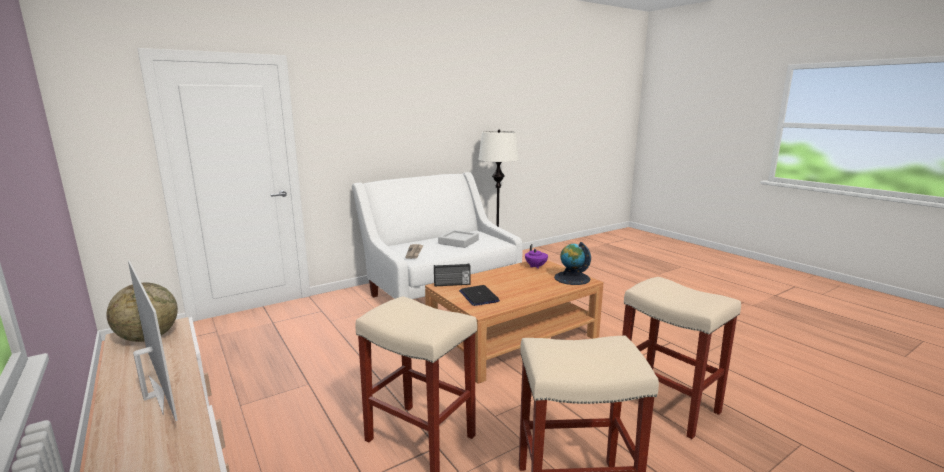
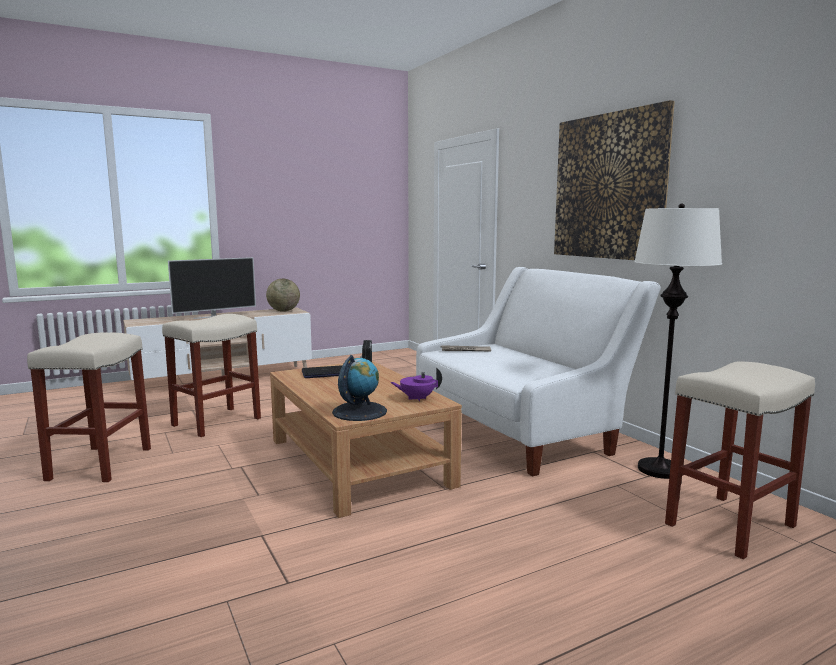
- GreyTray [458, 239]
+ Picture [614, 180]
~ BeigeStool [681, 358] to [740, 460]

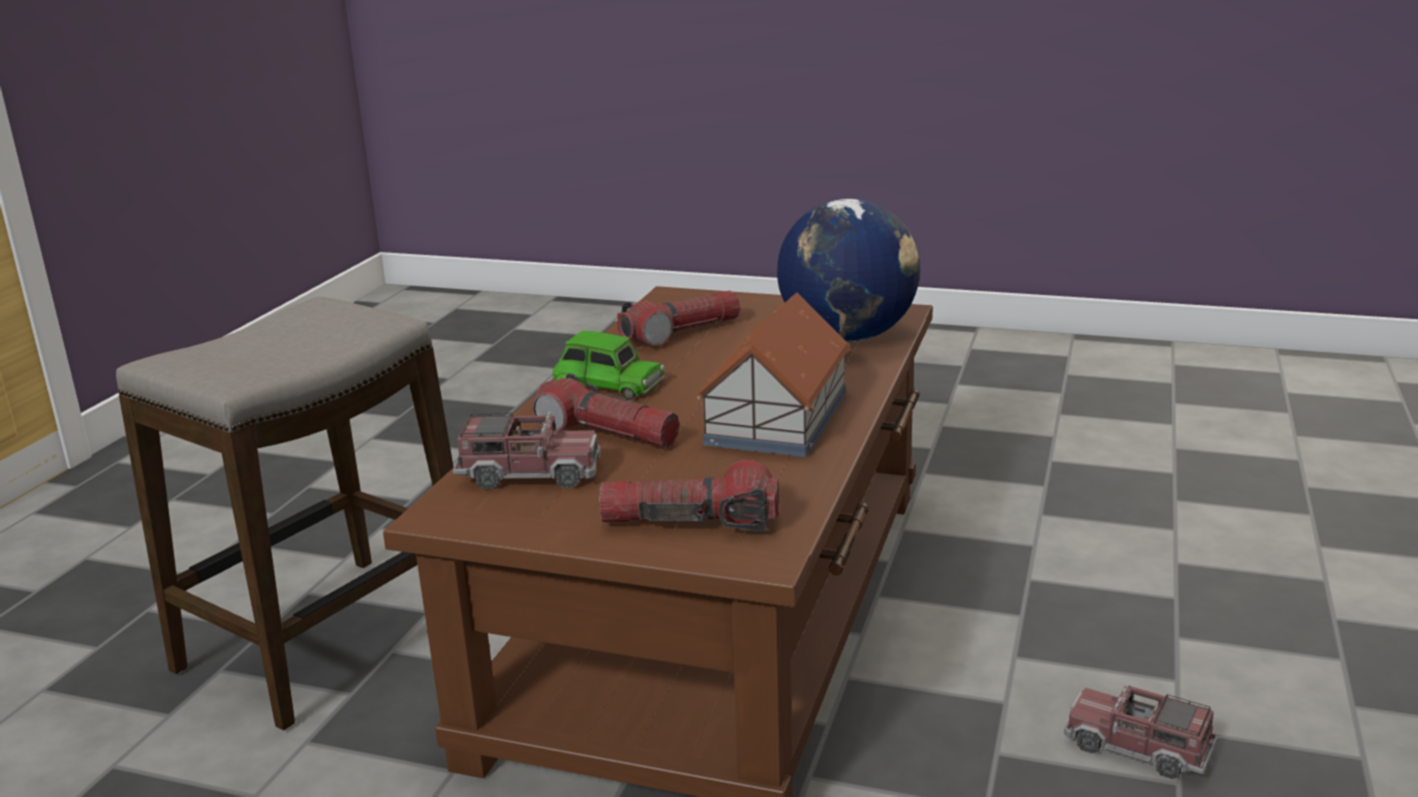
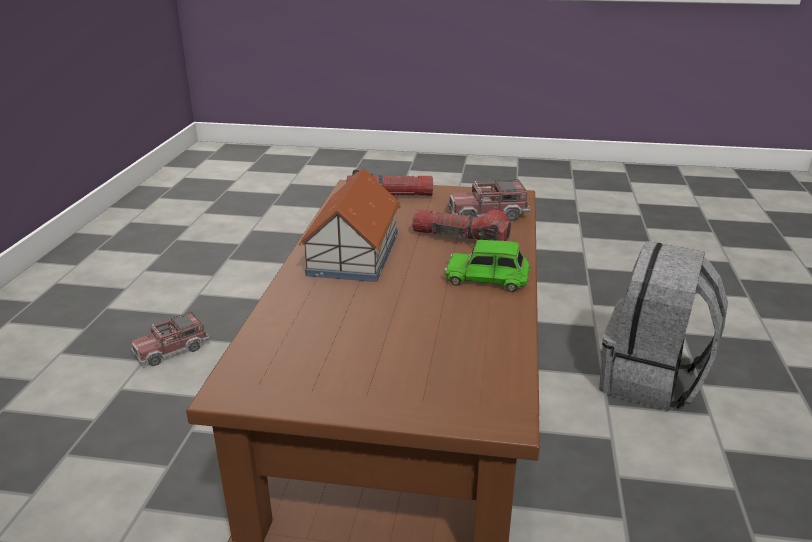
- Flashlight [678, 318]
- Globe [848, 270]
~ Stool [285, 513] to GreyBackpack [663, 326]
~ ToyTruck [1141, 731] = [170, 339] 120 degrees clockwise

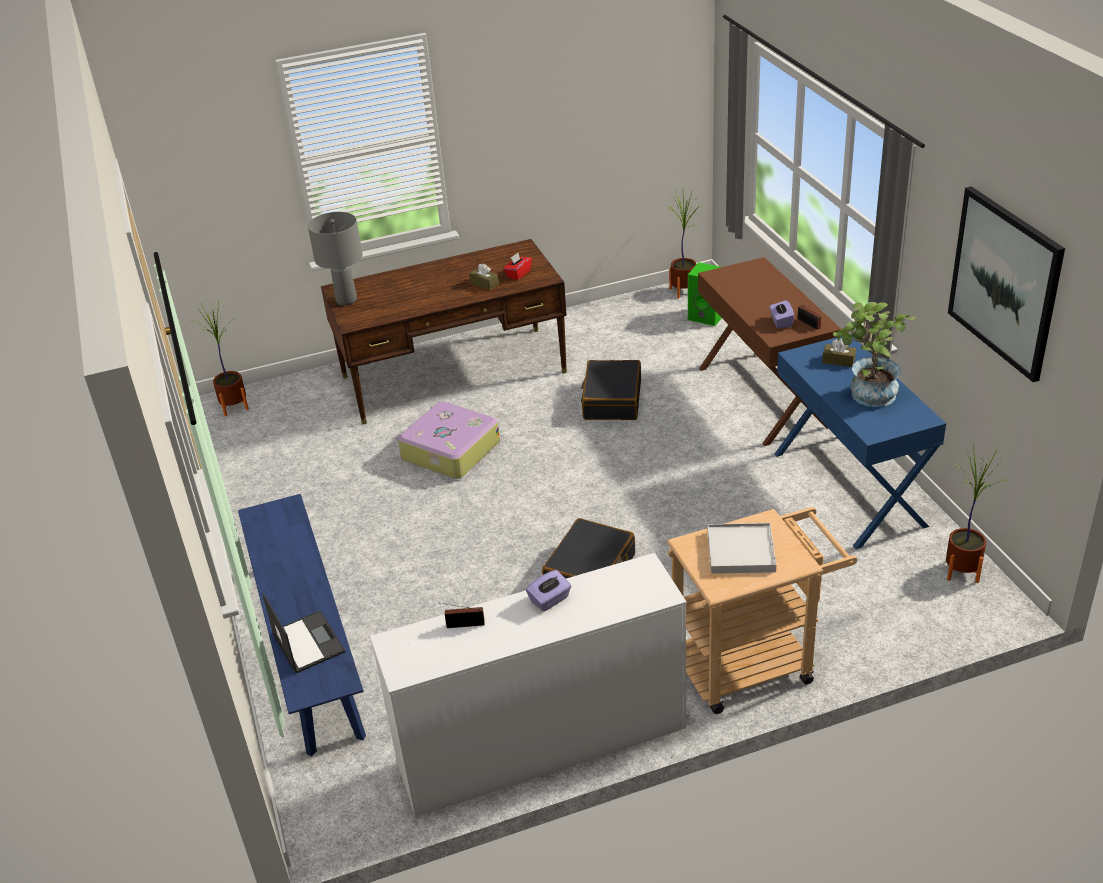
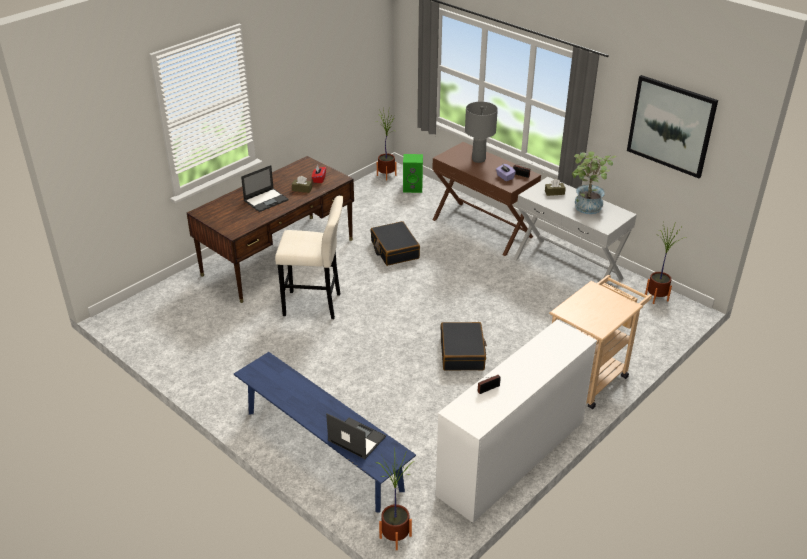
- PurpleTissueBox [548, 591]
- WhiteTray [741, 548]
+ Laptop [265, 188]
~ PottedPlant [221, 357] to [395, 501]
~ GreyTableLamp [335, 259] to [481, 132]
~ Suitcase [449, 440] to BeigeStool [309, 257]
~ BlueConsoleTable [860, 441] to WhiteConsoleTable [575, 228]

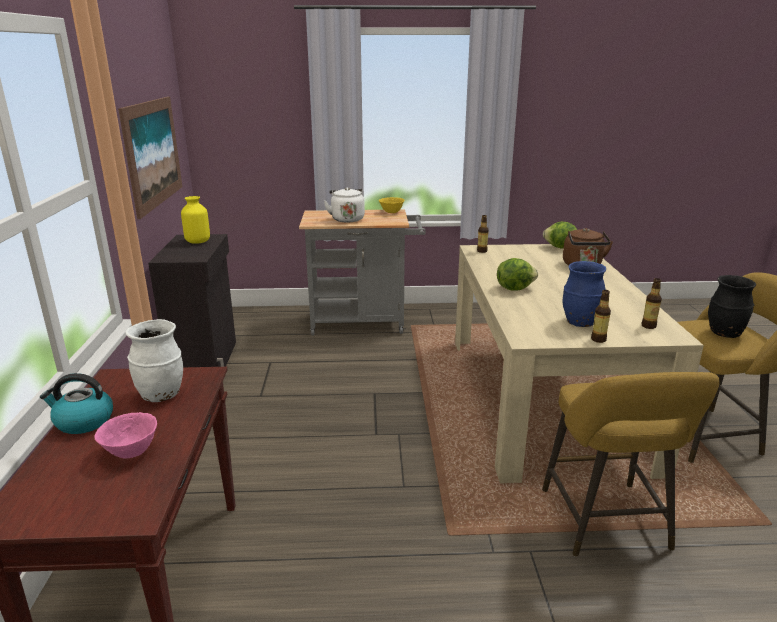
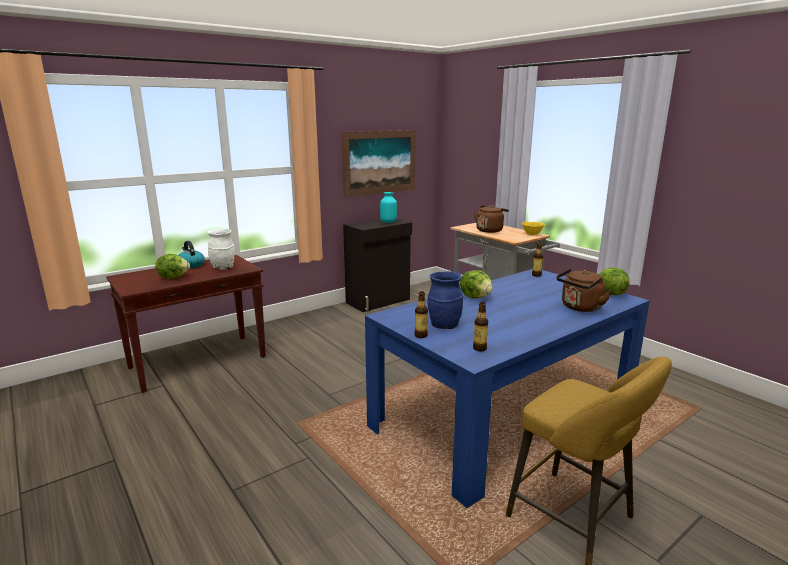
- YellowStool [631, 464]
- BlackVase [732, 306]
~ PinkBowl [125, 435] to Lettuce [172, 266]
~ YellowVase [195, 220] to TurquoiseVase [388, 207]
~ WhiteKettle [344, 204] to BrownKettle [491, 219]
~ BeigeDiningTable [579, 363] to BlueDiningTable [507, 388]

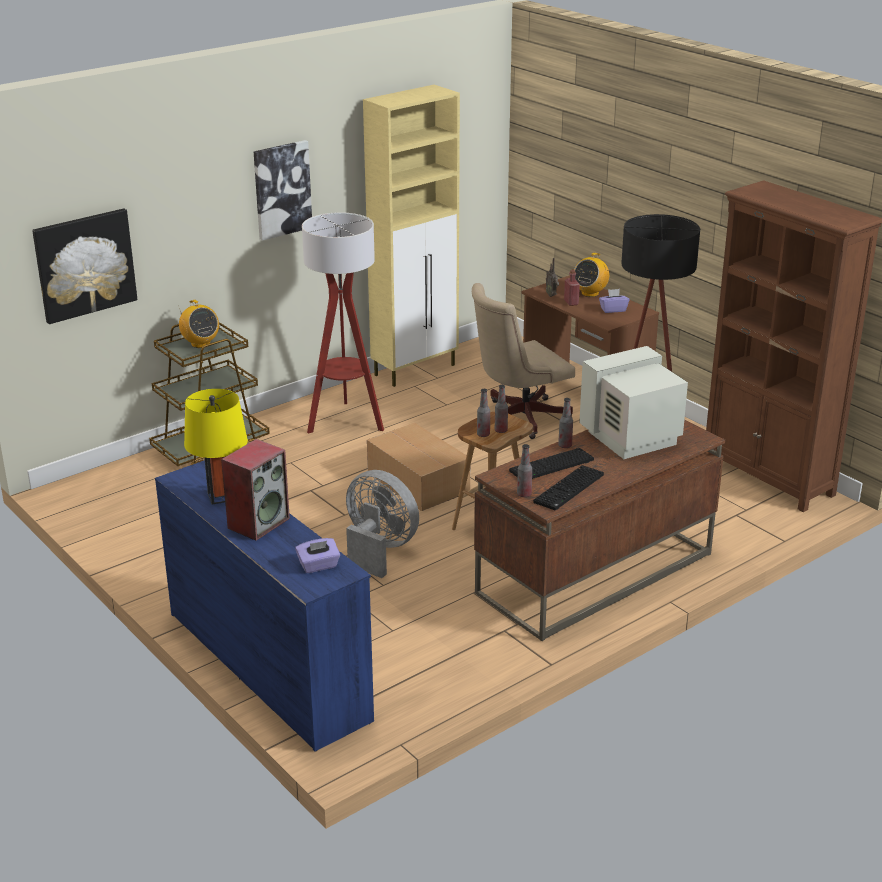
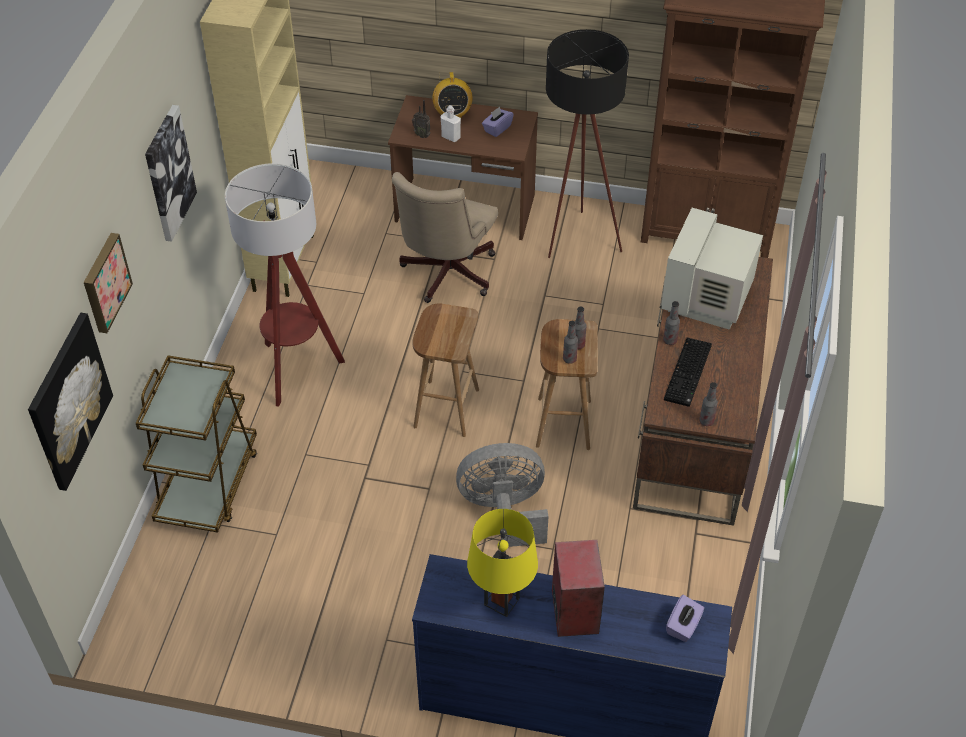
- Radio [198, 324]
- Keyboard [568, 487]
+ Picture [108, 283]
~ CardboardBox [418, 467] to BrownStool [446, 370]
~ RedBottle [572, 287] to WhiteBottle [451, 123]

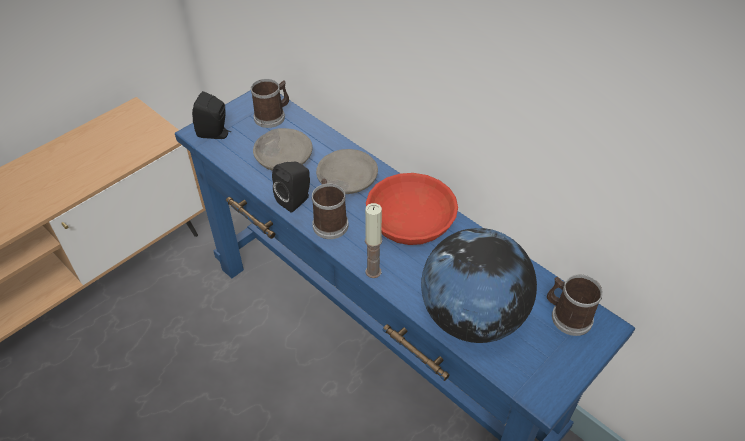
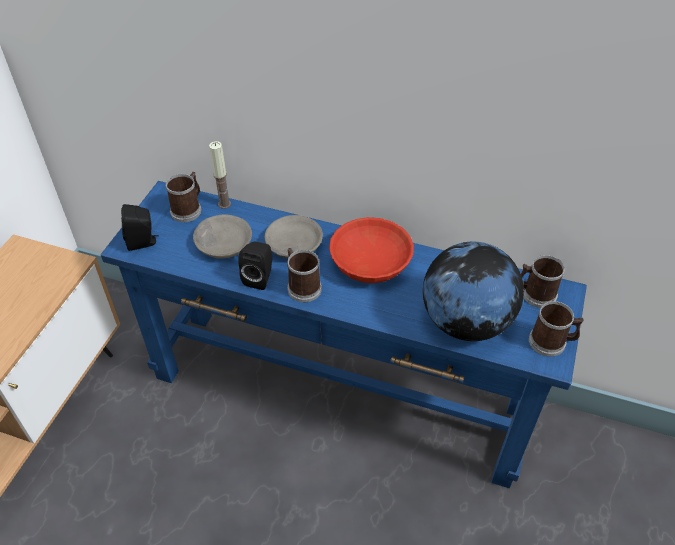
+ Mug [556, 329]
~ Candle [373, 240] to [220, 175]

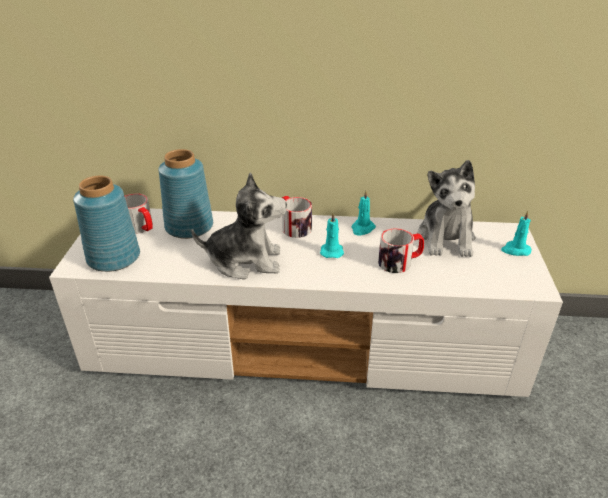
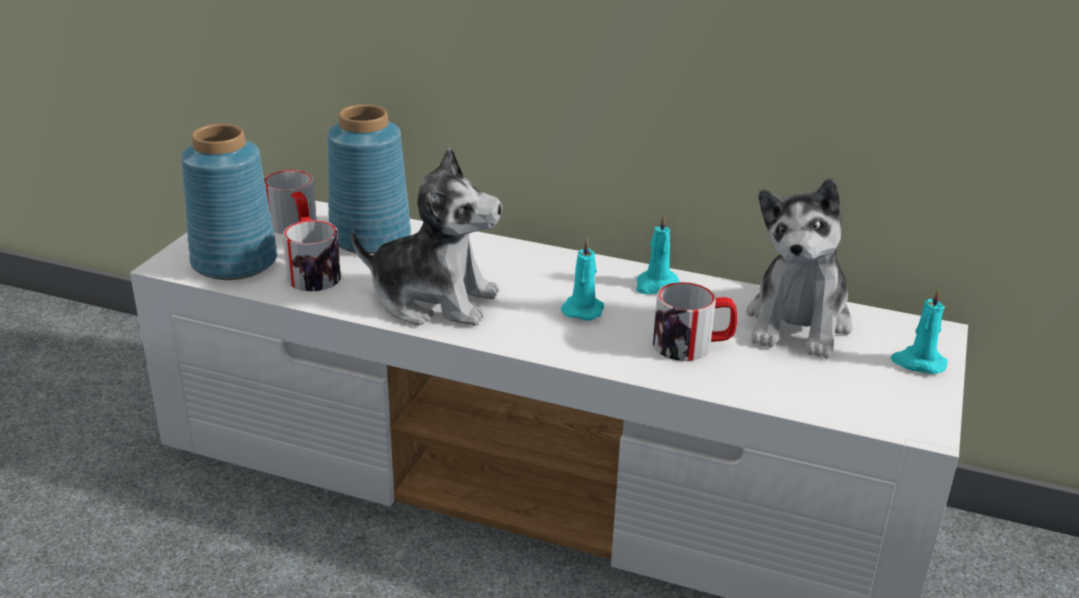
~ Mug [297, 217] to [312, 254]

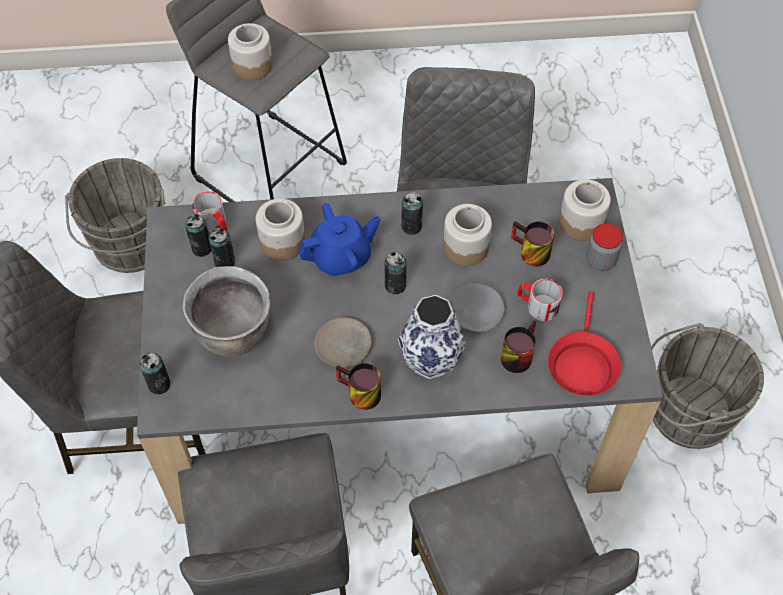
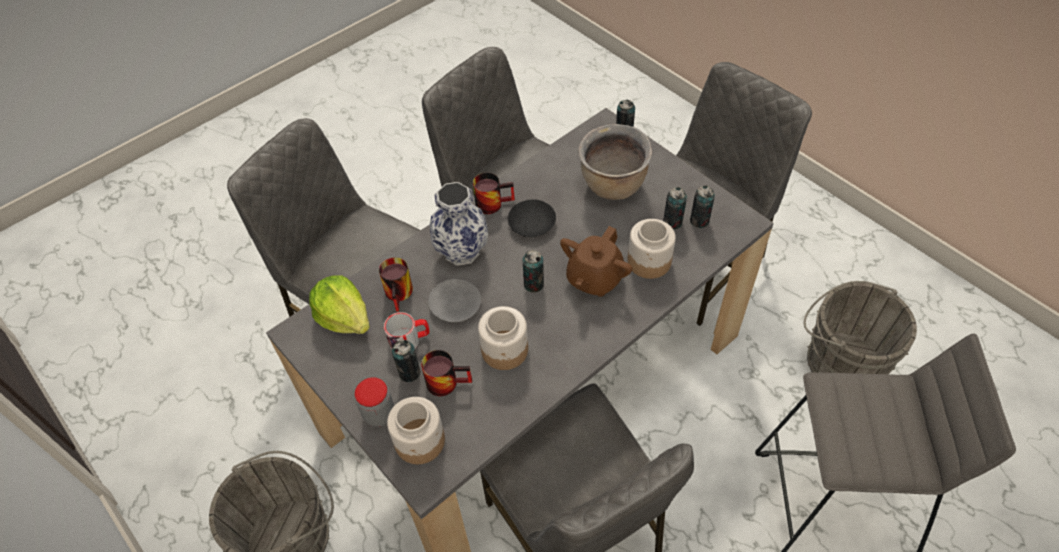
- Mug [209, 211]
- Jar [250, 51]
~ Can [412, 213] to [406, 361]
~ RedFryingPan [584, 343] to Lettuce [339, 304]
~ BlueTeapot [340, 240] to BrownTeapot [596, 261]
~ BeigePlate [342, 342] to BlackPlate [532, 218]

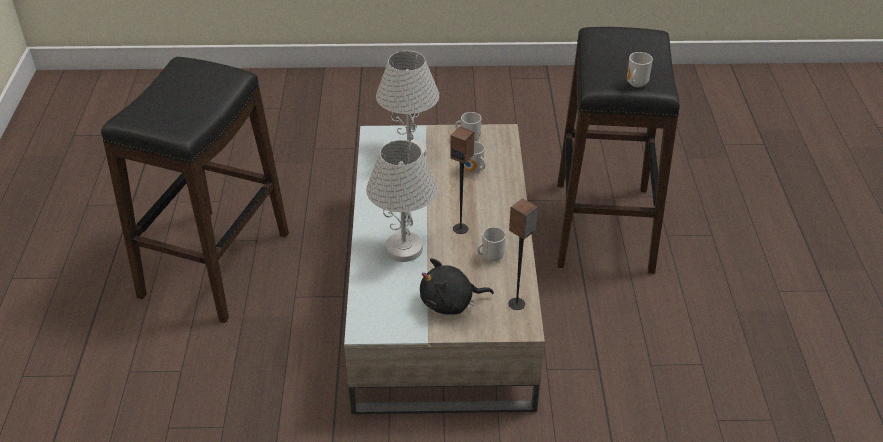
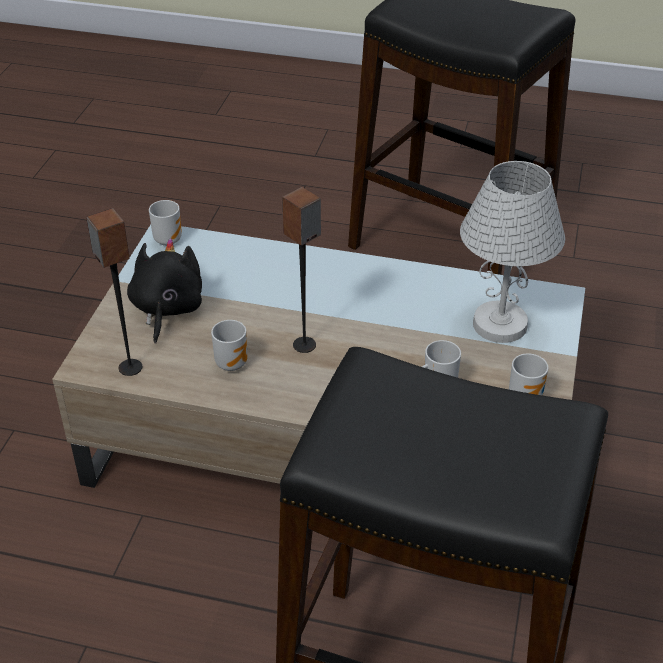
- WhiteTableLamp [402, 201]
~ Mug [640, 69] to [165, 223]

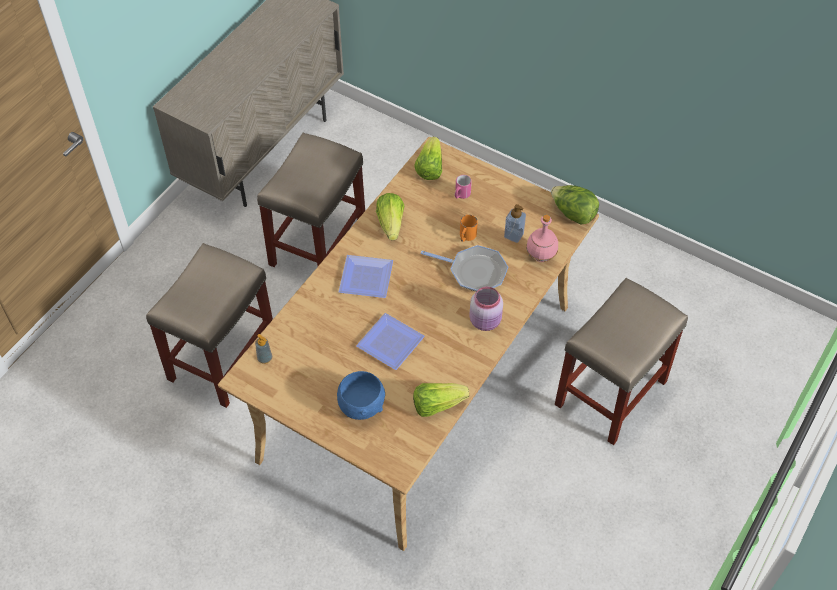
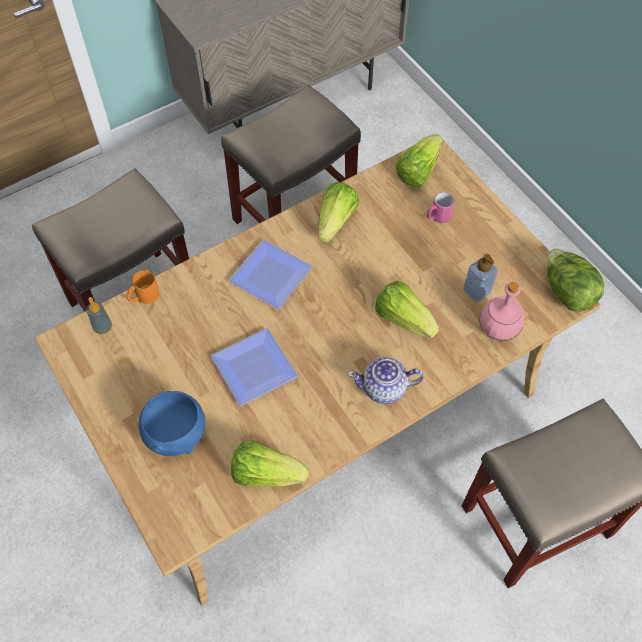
~ OrangeMug [469, 228] to [143, 287]
~ FryingPan [464, 268] to Lettuce [407, 310]
~ PinkJar [486, 309] to Teapot [386, 380]

